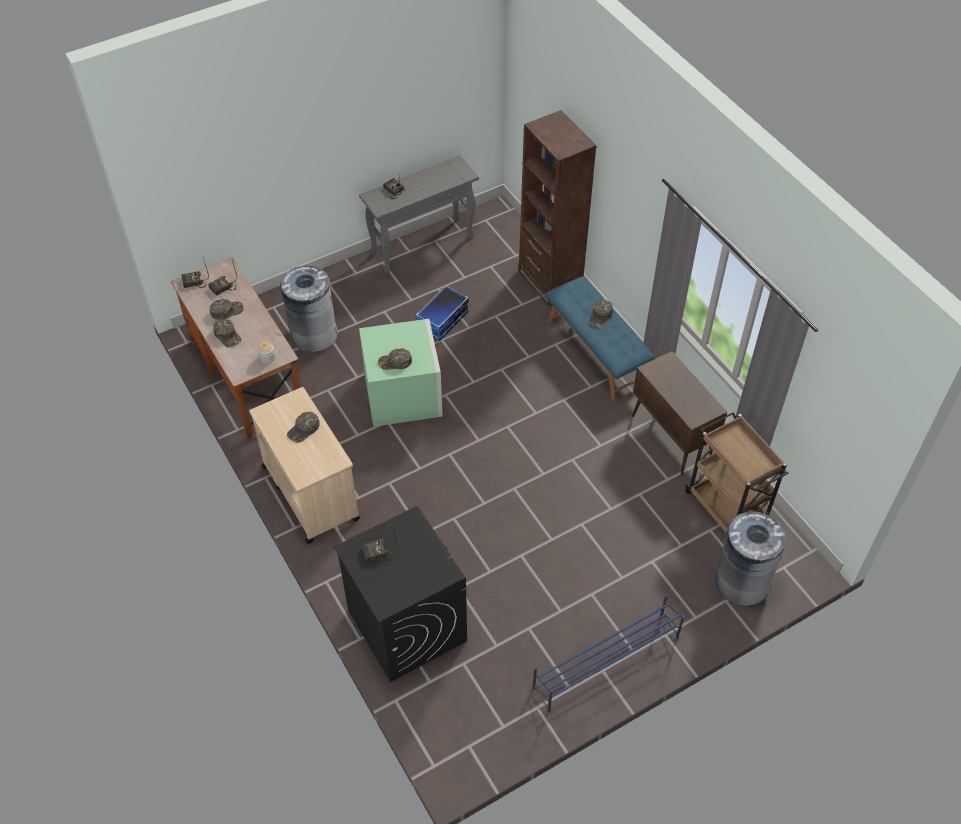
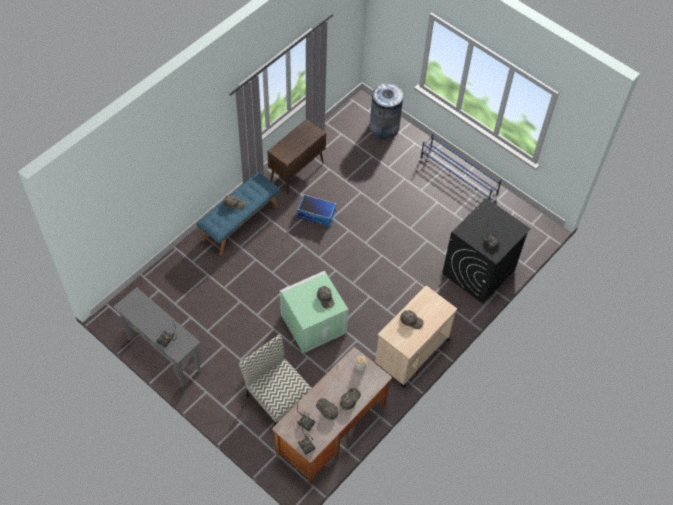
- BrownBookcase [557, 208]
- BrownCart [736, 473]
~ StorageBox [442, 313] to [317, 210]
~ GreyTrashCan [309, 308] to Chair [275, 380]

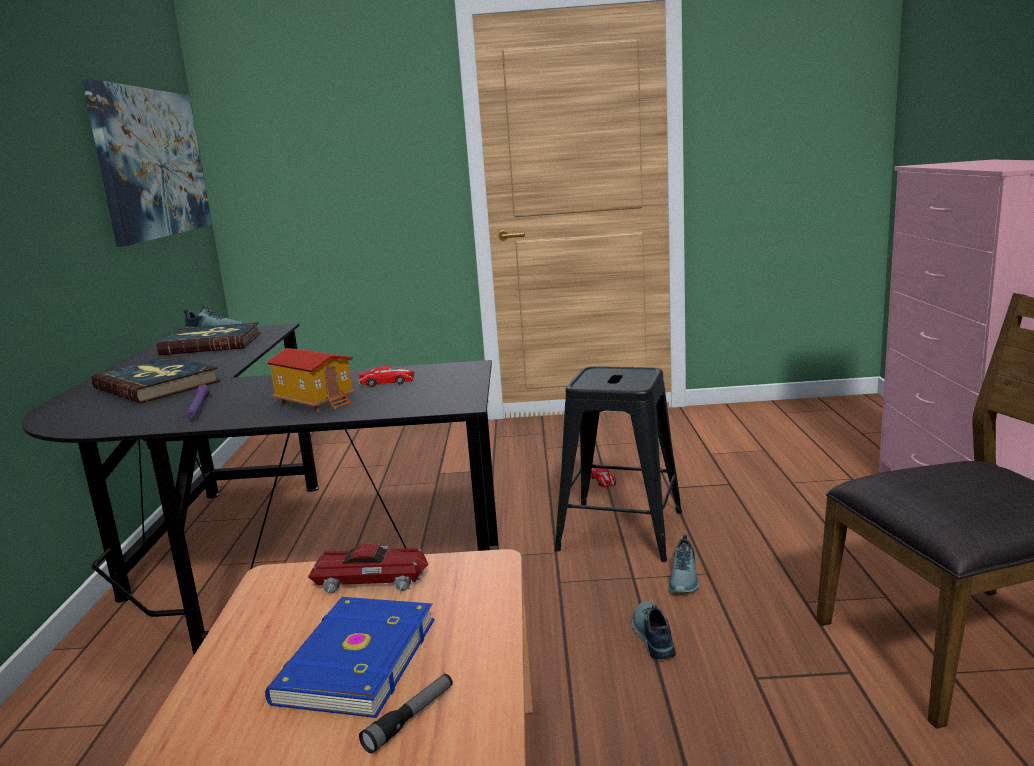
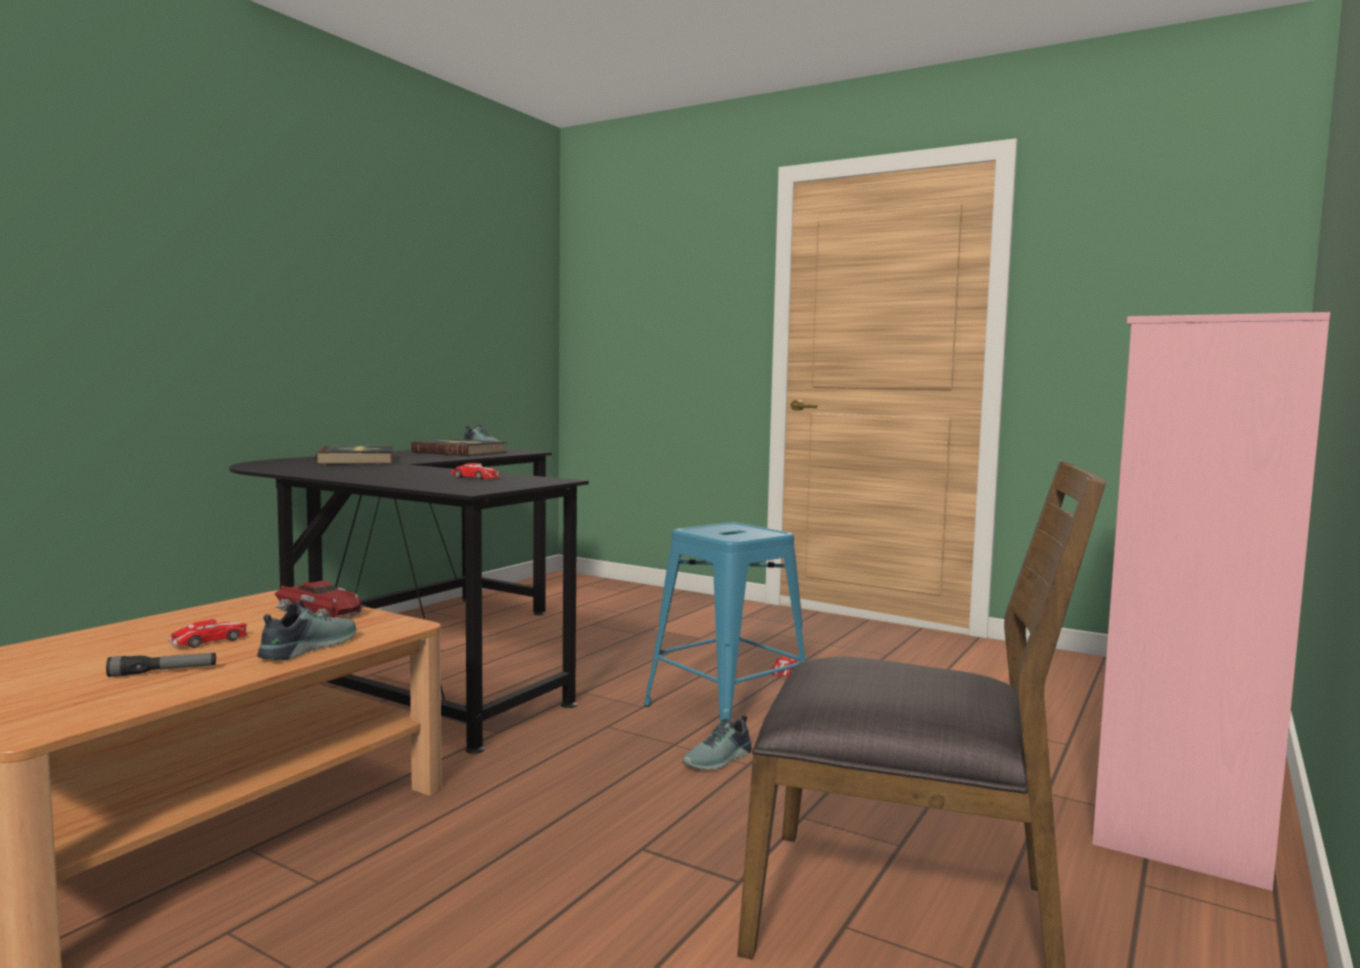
- Picture [147, 163]
- PurpleFlashlight [198, 402]
- ToyHouse [311, 380]
~ Shoe [654, 630] to [307, 630]
~ BlueBook [350, 657] to ToyCar [207, 633]
~ BlackStool [618, 464] to BlueStool [725, 623]

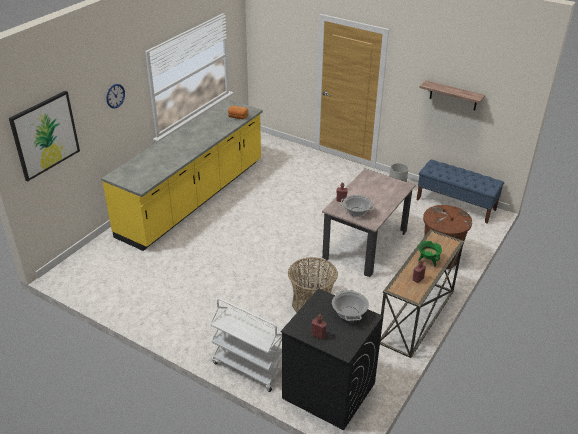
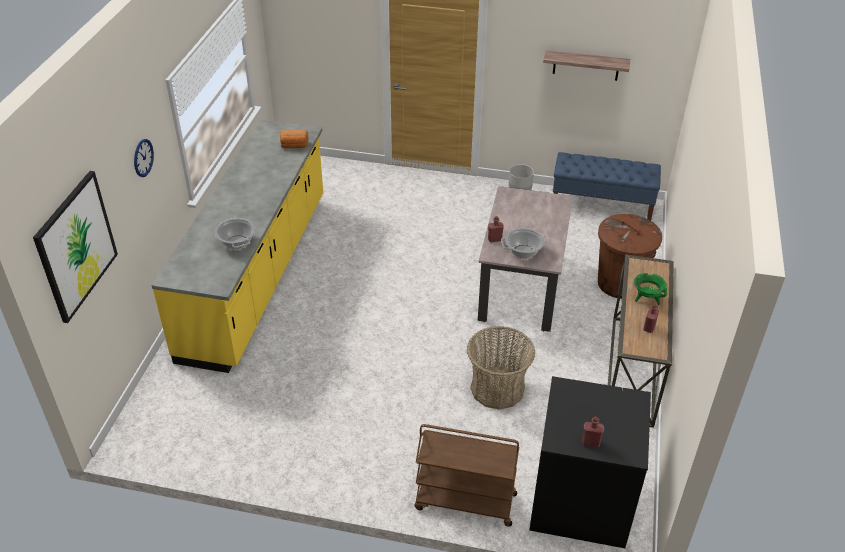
~ CookingPot [350, 305] to [235, 233]
~ WhiteCart [246, 345] to BrownCart [466, 475]

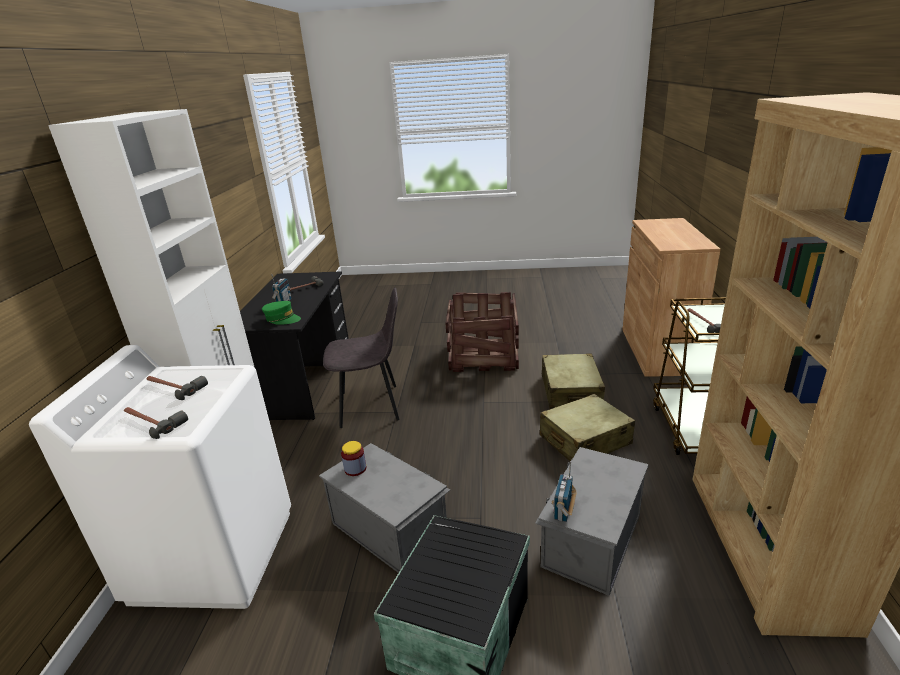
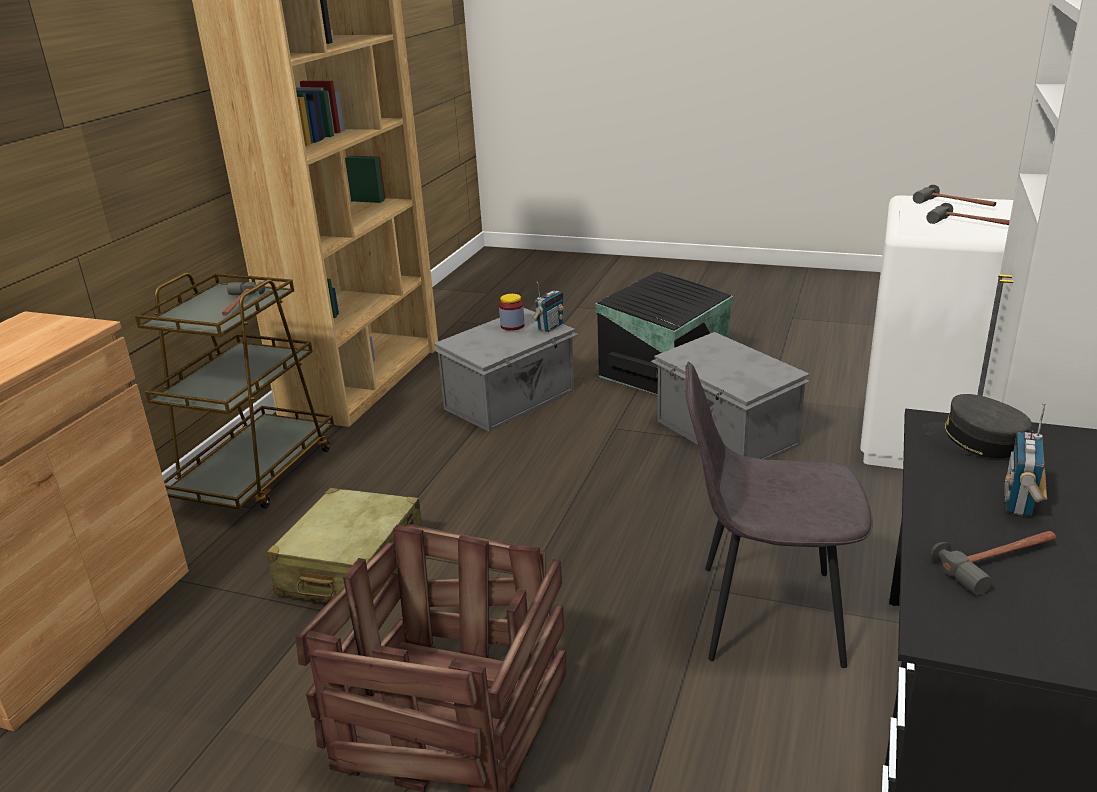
- BeigeSuitcase [587, 427]
~ Jar [353, 458] to [512, 312]
~ GreenCap [281, 313] to GreyCap [977, 426]

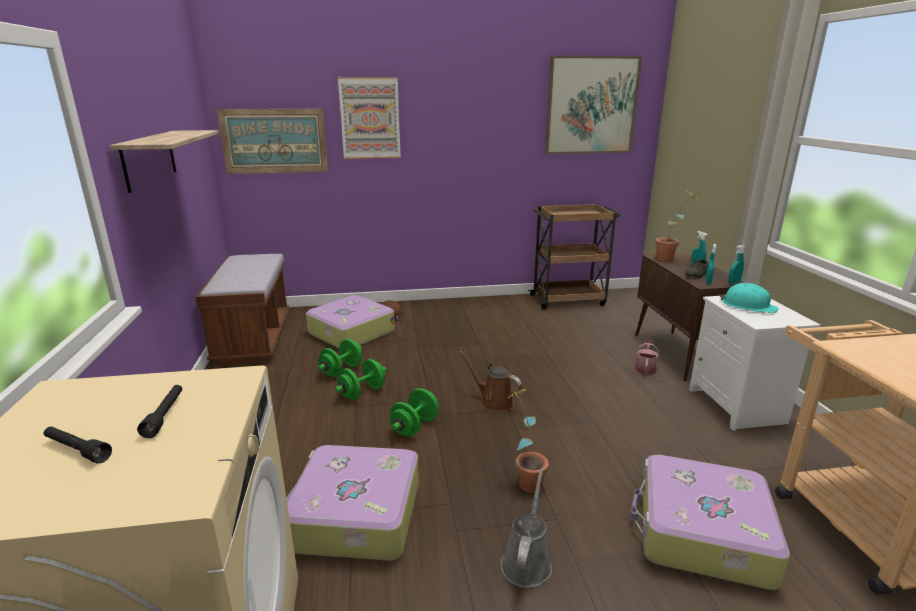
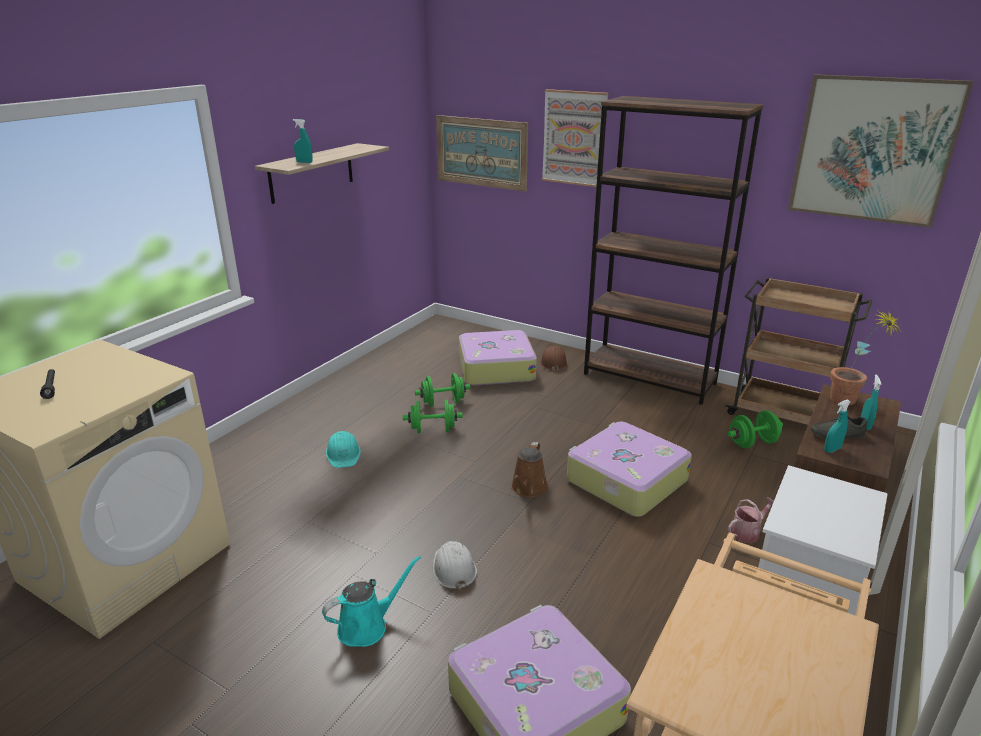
- BlackFlashlight [159, 411]
- BrownBench [242, 309]
+ BrownBookcase [674, 250]
~ Suitcase [352, 503] to [629, 469]
~ GreenDumbbell [414, 412] to [755, 429]
~ TurquoiseHardHat [749, 298] to [343, 449]
~ TurquoiseSprayBottle [737, 264] to [302, 141]
~ PottedPlant [528, 441] to WhiteHardHat [455, 565]
~ GreyWateringCan [526, 528] to TurquoiseWateringCan [371, 601]
~ BrownWateringCan [491, 381] = [529, 470] 150 degrees counterclockwise

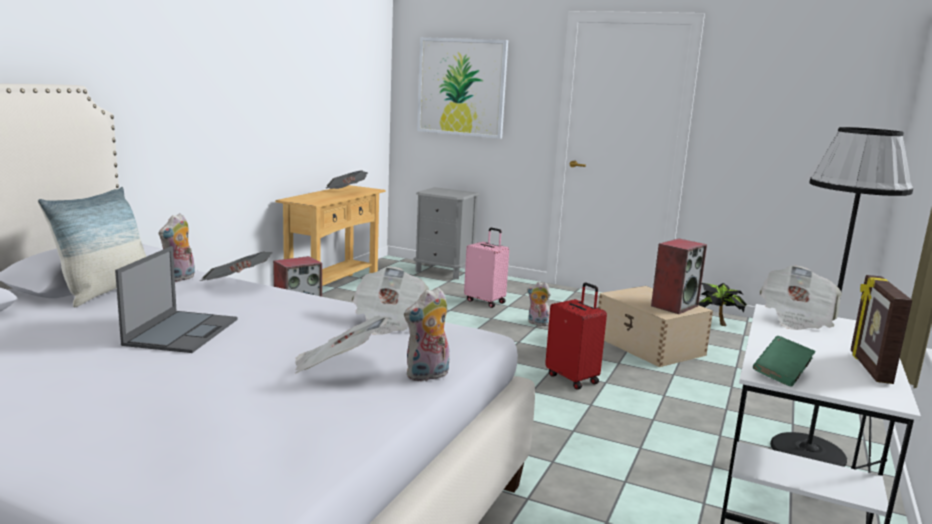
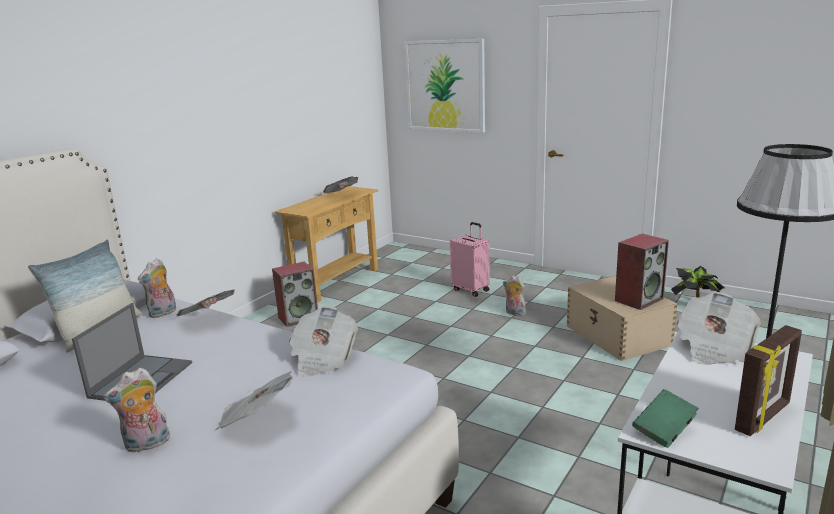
- GreyNightstand [446, 233]
- RedSuitcase [576, 336]
~ PlushToy [426, 334] to [136, 410]
~ PictureFrame [881, 329] = [768, 380] 150 degrees counterclockwise

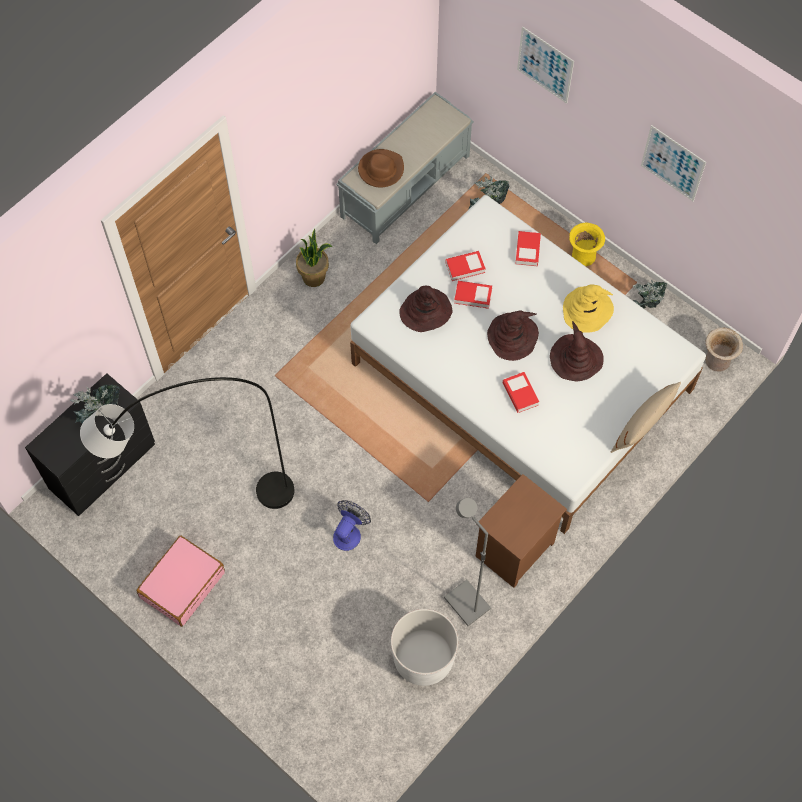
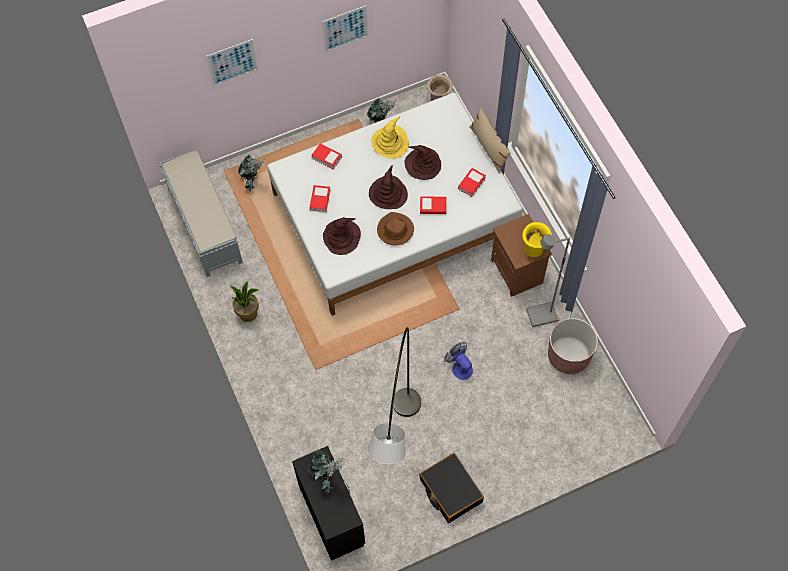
~ BrownHat [381, 168] to [395, 229]
~ Book [473, 295] to [472, 182]
~ YellowVase [587, 244] to [537, 239]
~ PinkSuitcase [181, 581] to BlackSuitcase [451, 488]
~ WhitePlanter [424, 647] to BrownPlanter [573, 346]

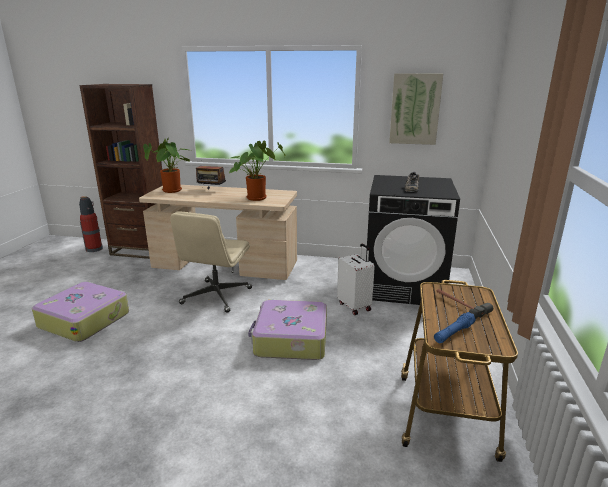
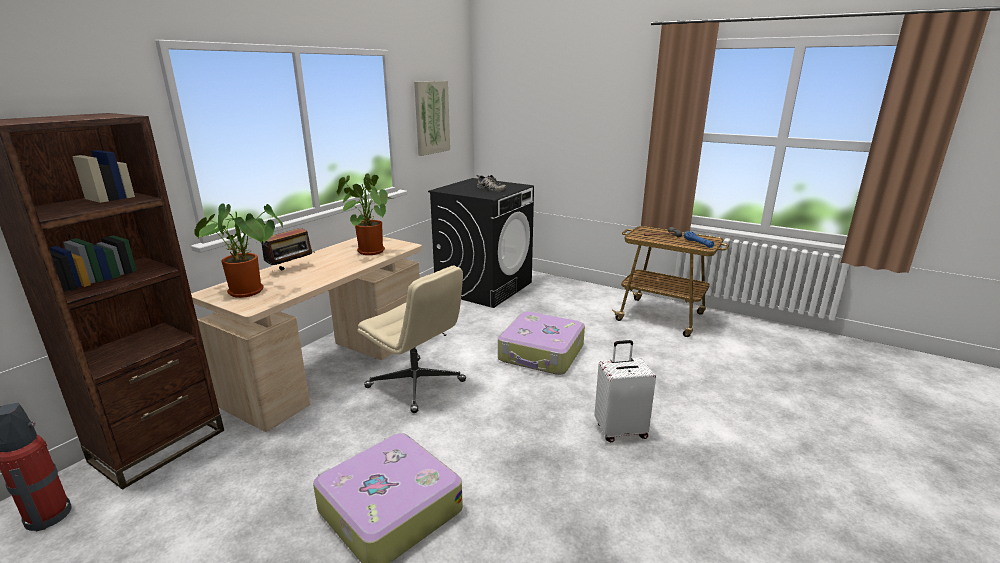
~ WhiteSuitcase [356, 279] to [625, 391]

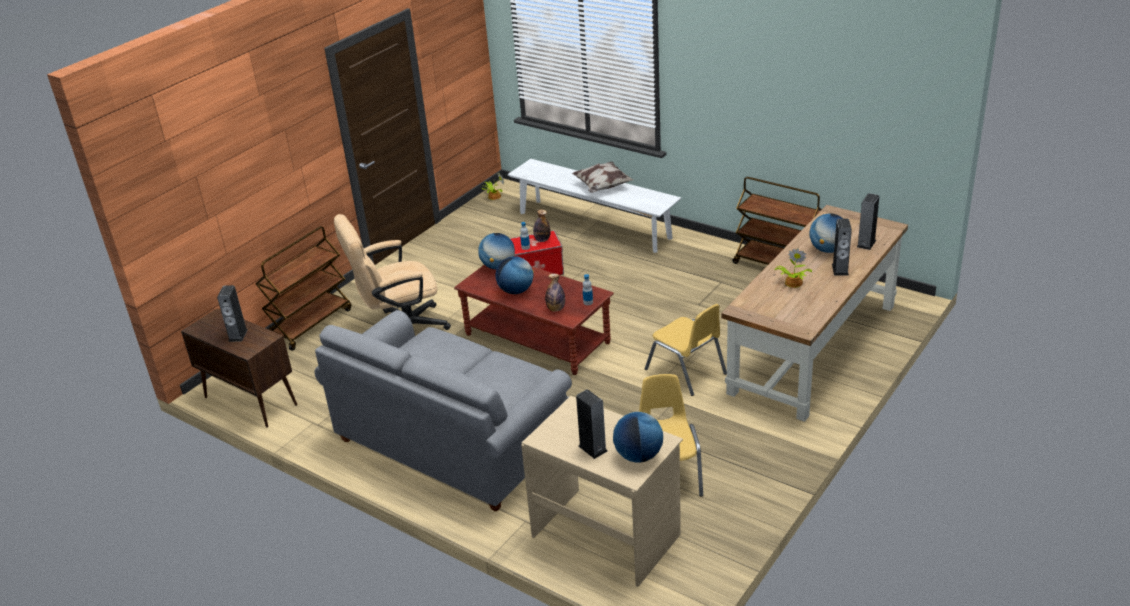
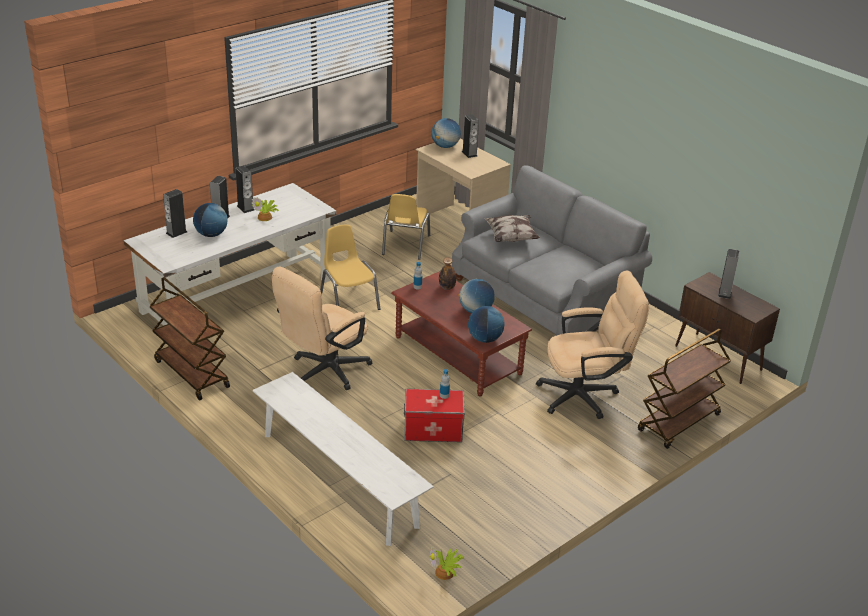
- Bottle [542, 225]
+ Speaker [244, 189]
+ BeigeOfficeChair [322, 328]
~ Pillow [602, 177] to [512, 228]
~ BrownDesk [814, 313] to WhiteDesk [229, 254]

